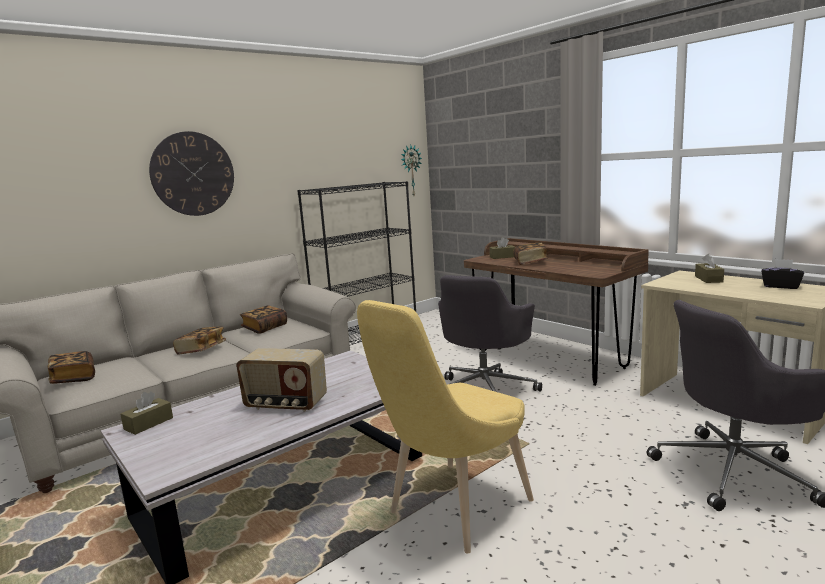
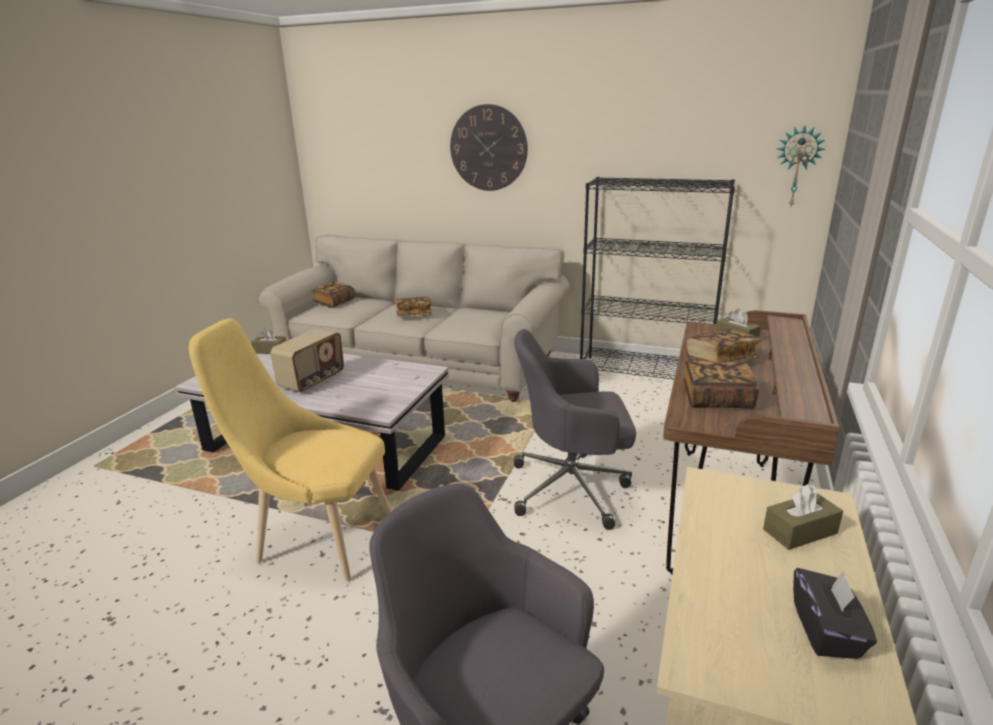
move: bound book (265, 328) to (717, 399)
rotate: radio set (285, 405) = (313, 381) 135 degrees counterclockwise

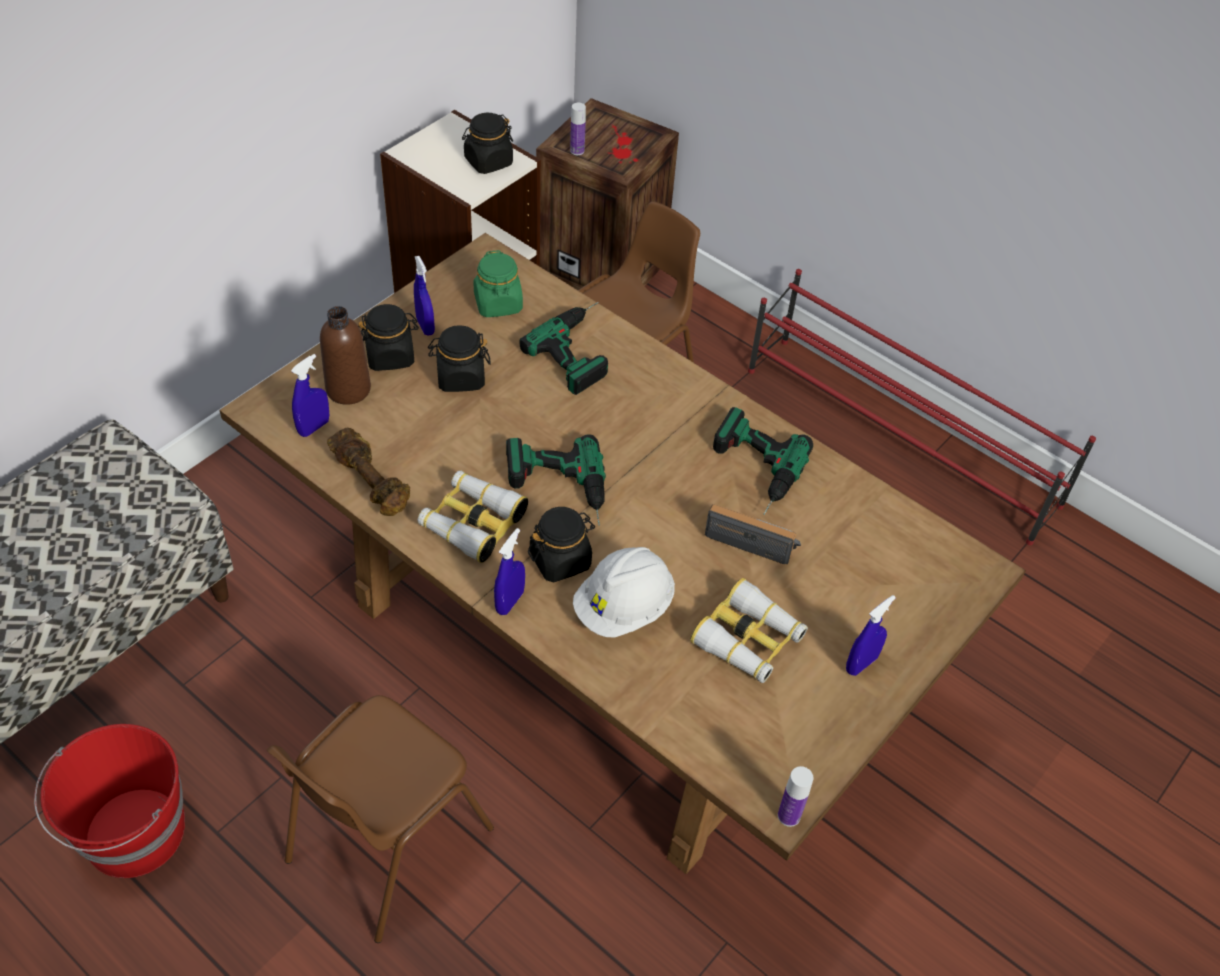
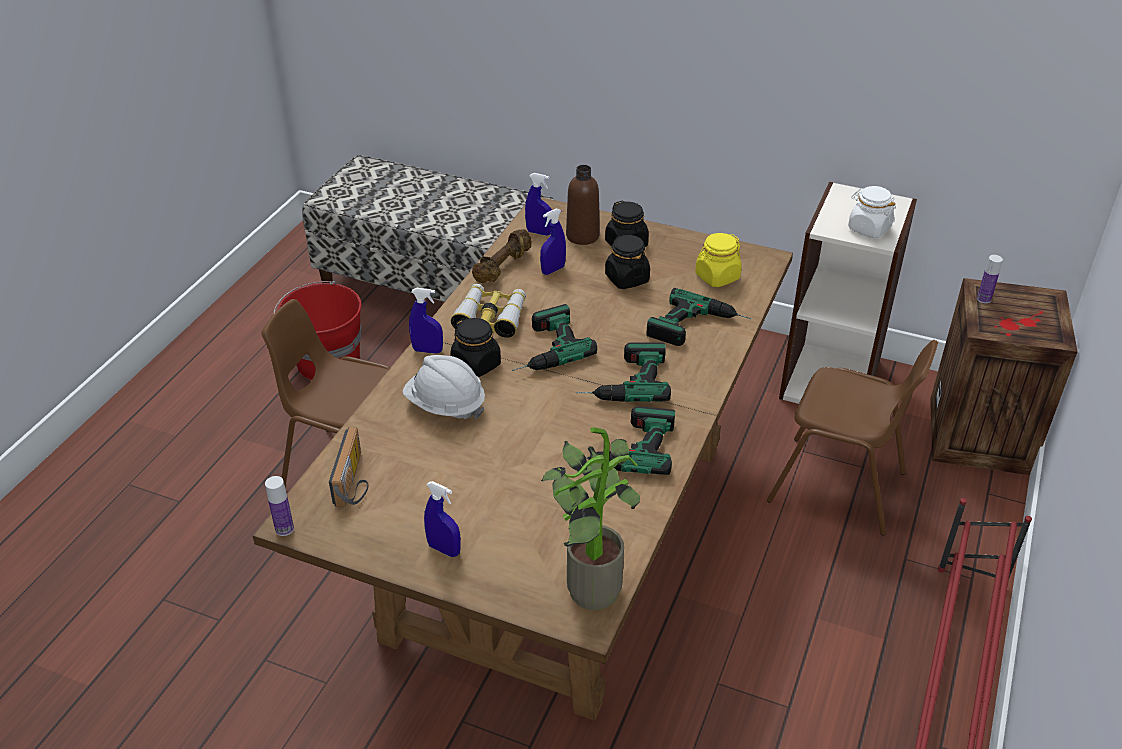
delete: pair of binoculars (748, 640)
insert: electric drill (622, 380); houseplant (589, 584)
move: sprayer (bluish) (425, 326) to (553, 270); radio set (753, 541) to (355, 481)
recolor: jar (blackish) (488, 162) to jar (whitish) (868, 228); jar (greenish) (498, 304) to jar (yellow-coloured) (717, 277)

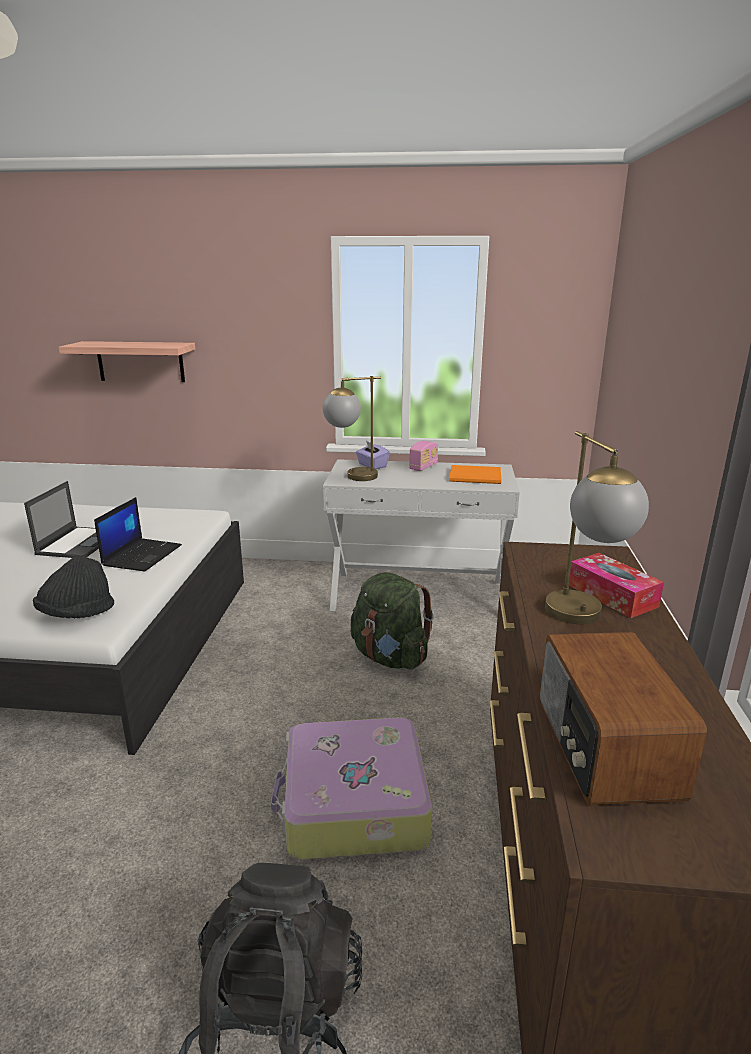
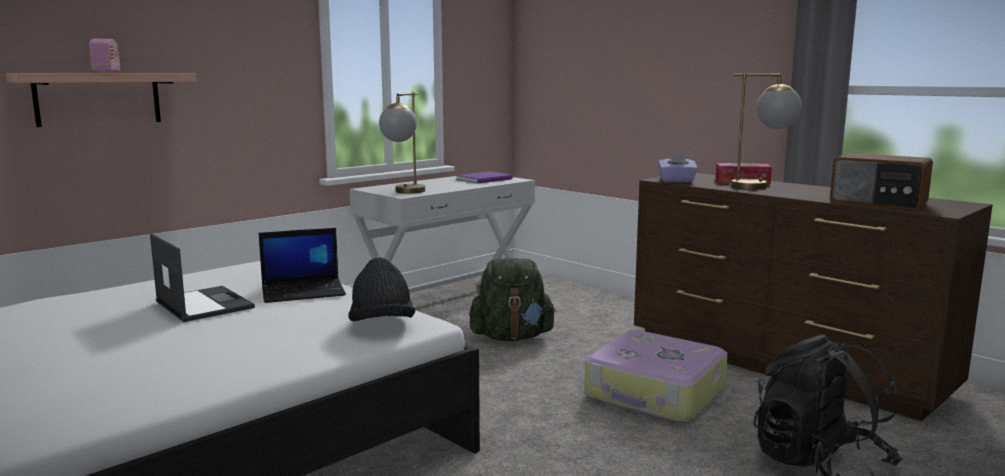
move: tissue holder (purple-coloured) (372, 466) to (677, 181); radio set (423, 467) to (106, 72)
recolor: bound book (orangey) (476, 477) to bound book (purple-coloured) (486, 179)
rotate: laptop (142, 555) = (304, 291) 105 degrees clockwise

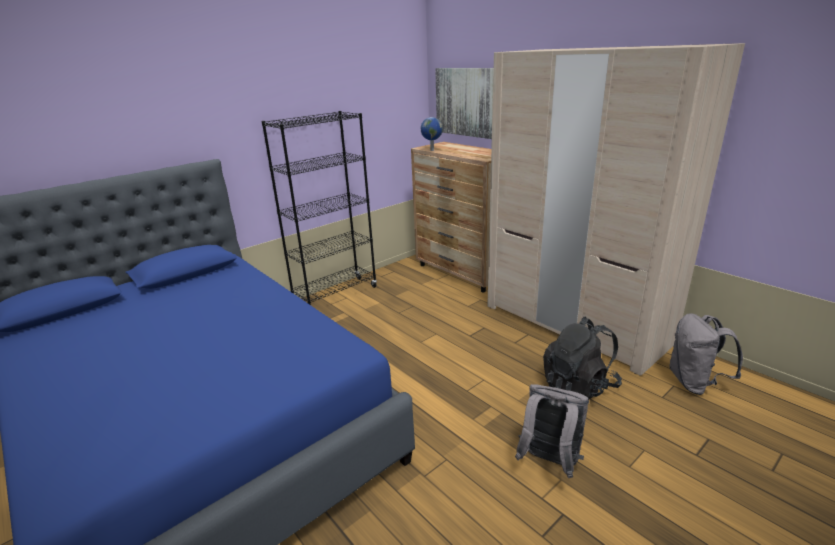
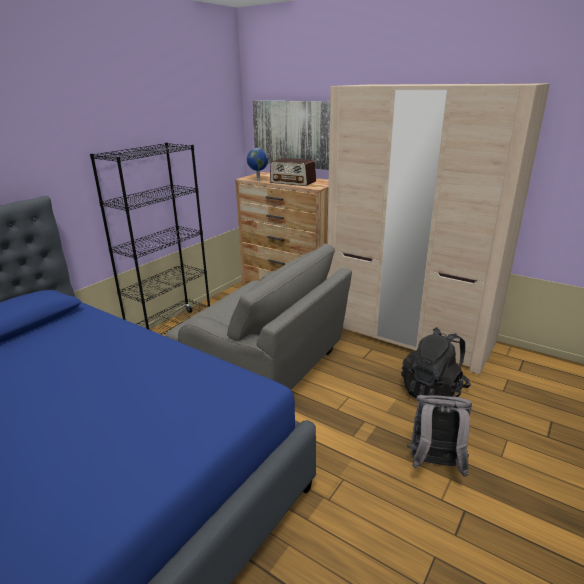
delete: rucksack (greyish) (694, 383)
insert: radio set (293, 182); easy chair (greyish) (265, 370)

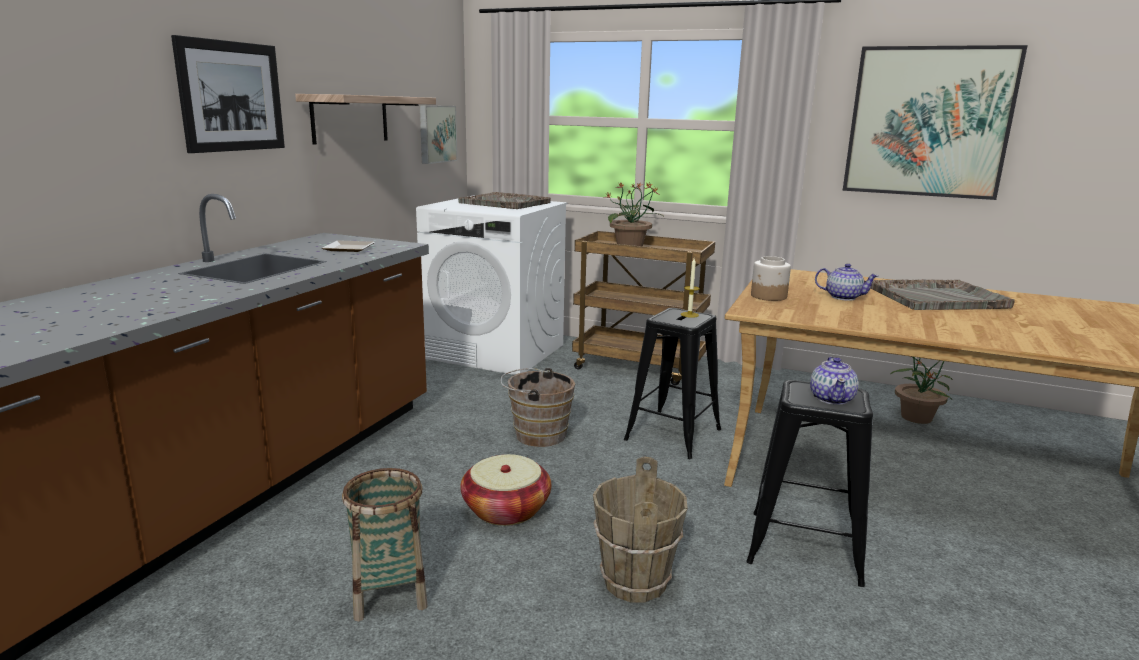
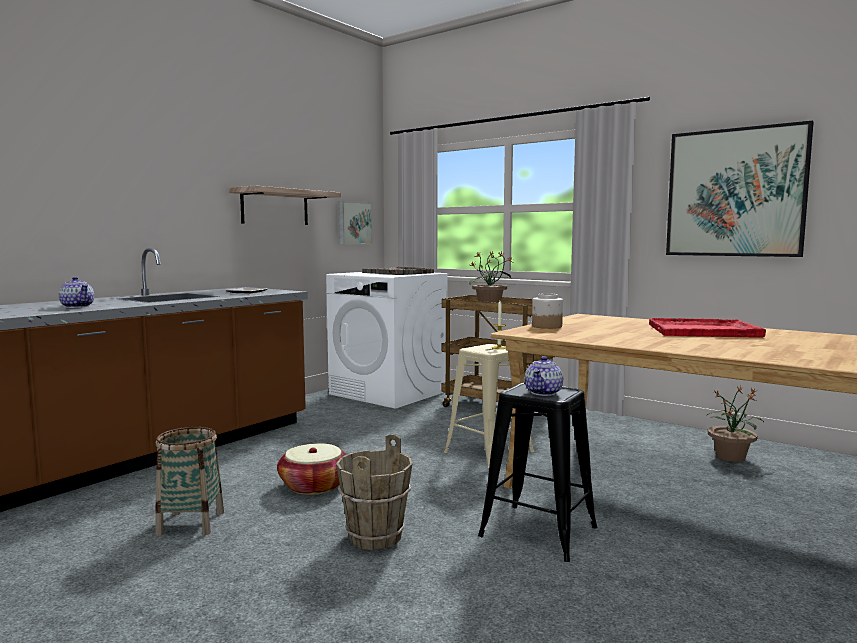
delete: wall art (231, 96); bucket (brownish) (536, 434)
move: pot for tea (842, 297) to (77, 306)
recolor: carrying tray (greyish) (938, 298) to carrying tray (reddish) (704, 331); stool (blackish) (673, 435) to stool (beige) (488, 452)

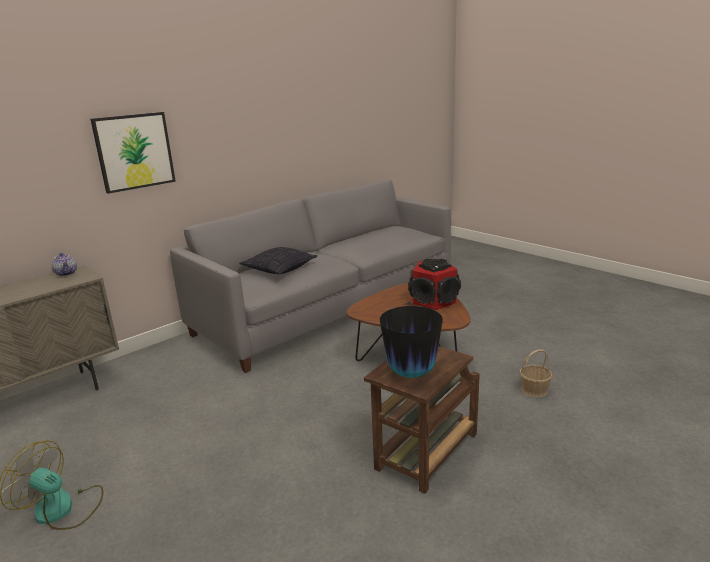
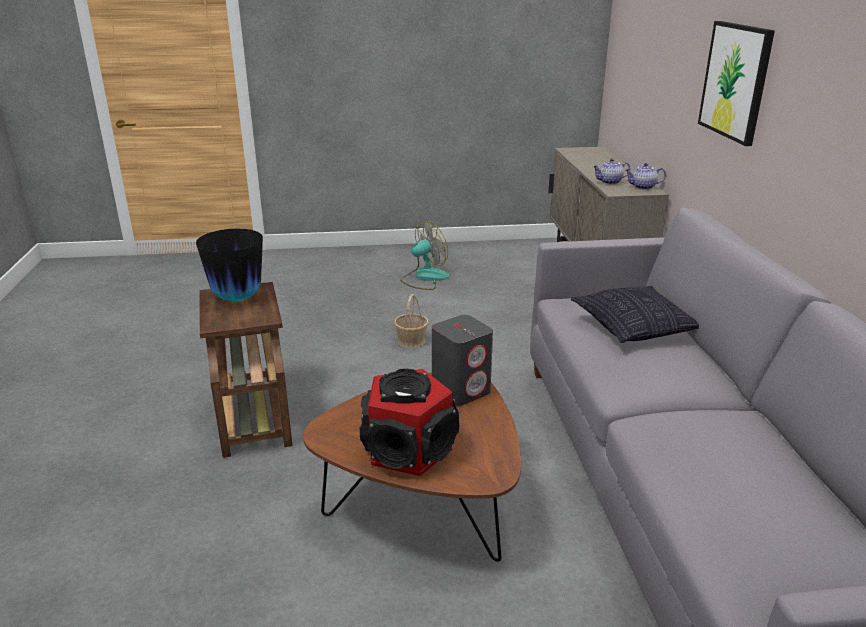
insert: pot for tea (609, 182); speaker (greyish) (461, 390)
move: basket (534, 390) to (411, 341)

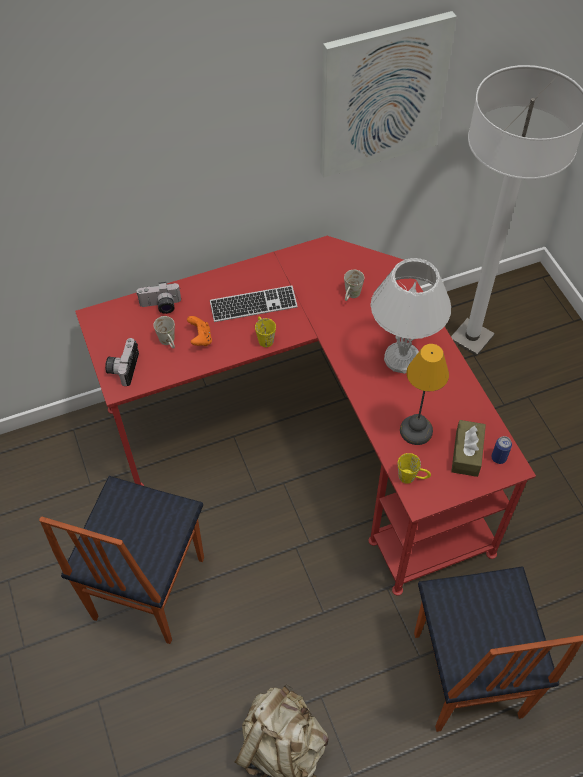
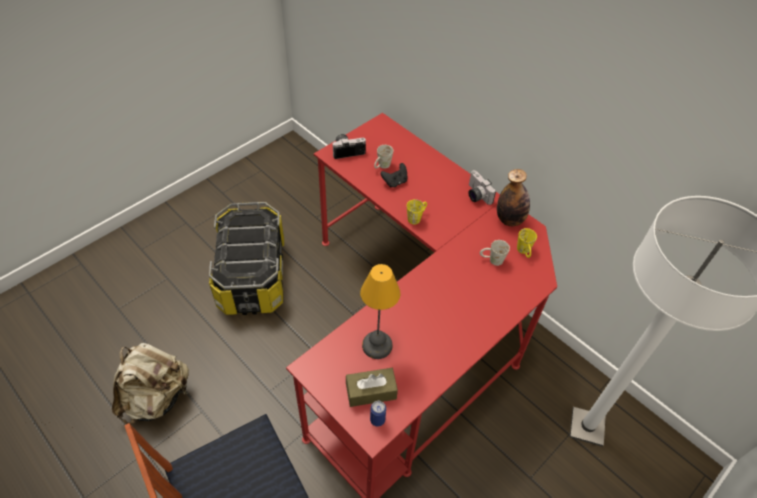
delete: wall art (382, 95); tabletop lamp (whitish) (402, 357); PC keyboard (253, 305)
insert: bottle (509, 219)
move: photo camera (161, 306) to (476, 195); mug (yellow-coloured) (412, 477) to (524, 252)
replace: plain chair (147, 588) to storage box (251, 275)
recolor: joypad (orangey) (200, 338) to joypad (blackish) (395, 182)

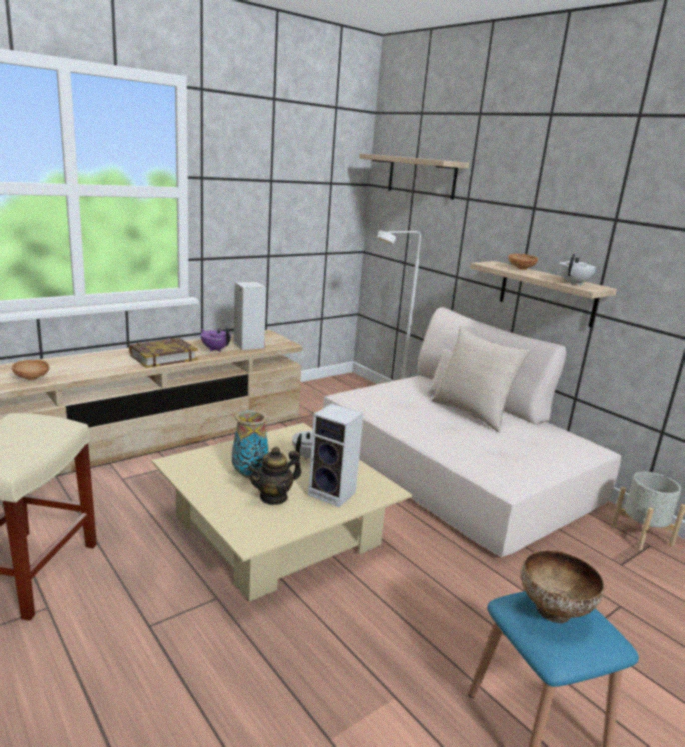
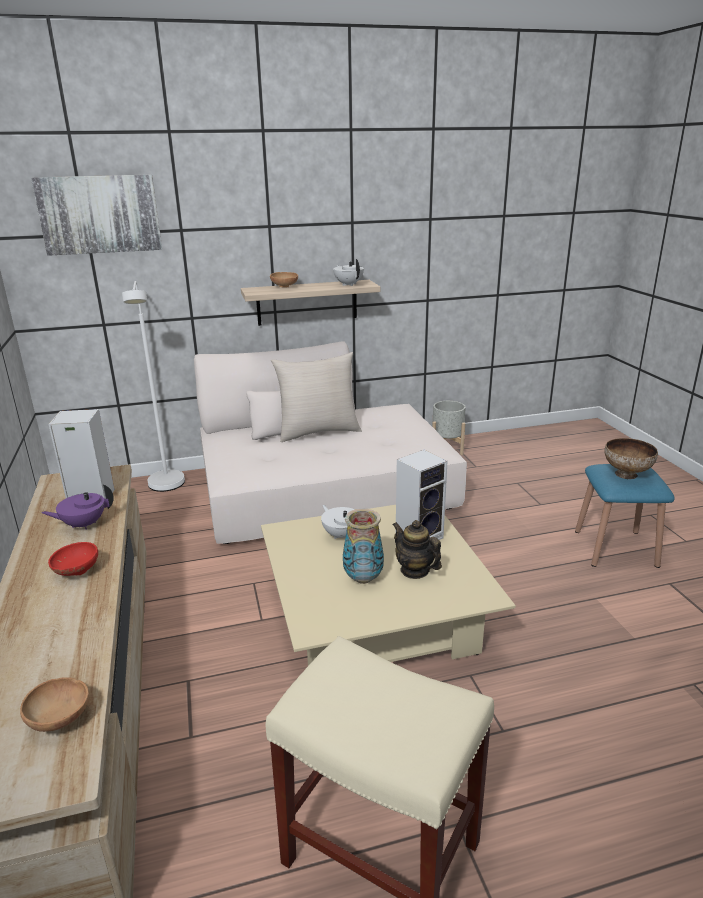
replace: bracket shelf (421, 177) to wall art (100, 214); bound book (163, 357) to serving bowl (reddish) (76, 571)
rotate: pot for tea (274, 497) = (415, 570) 150 degrees clockwise

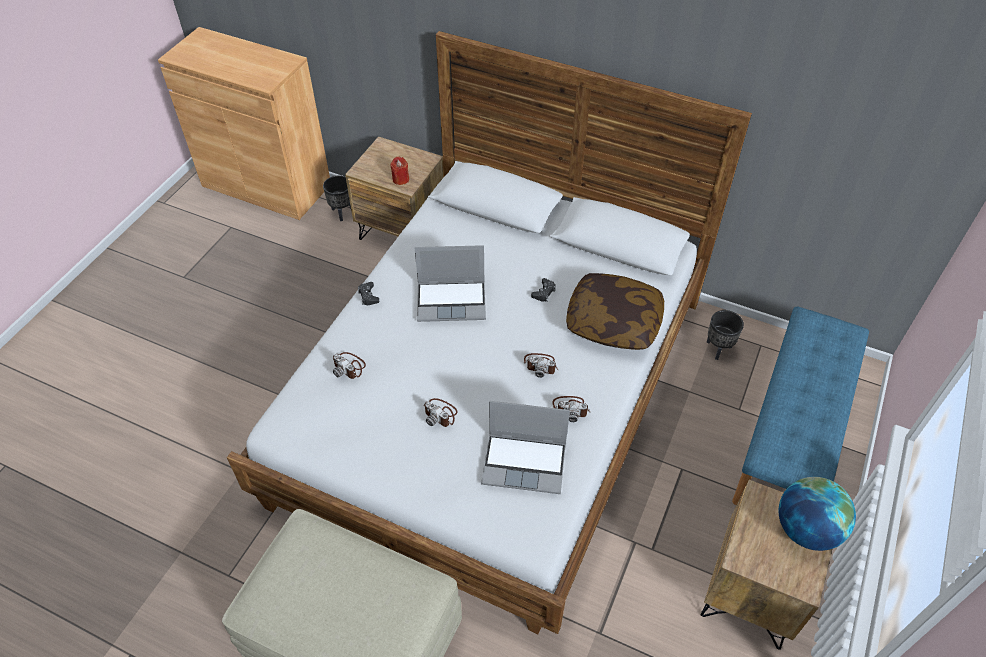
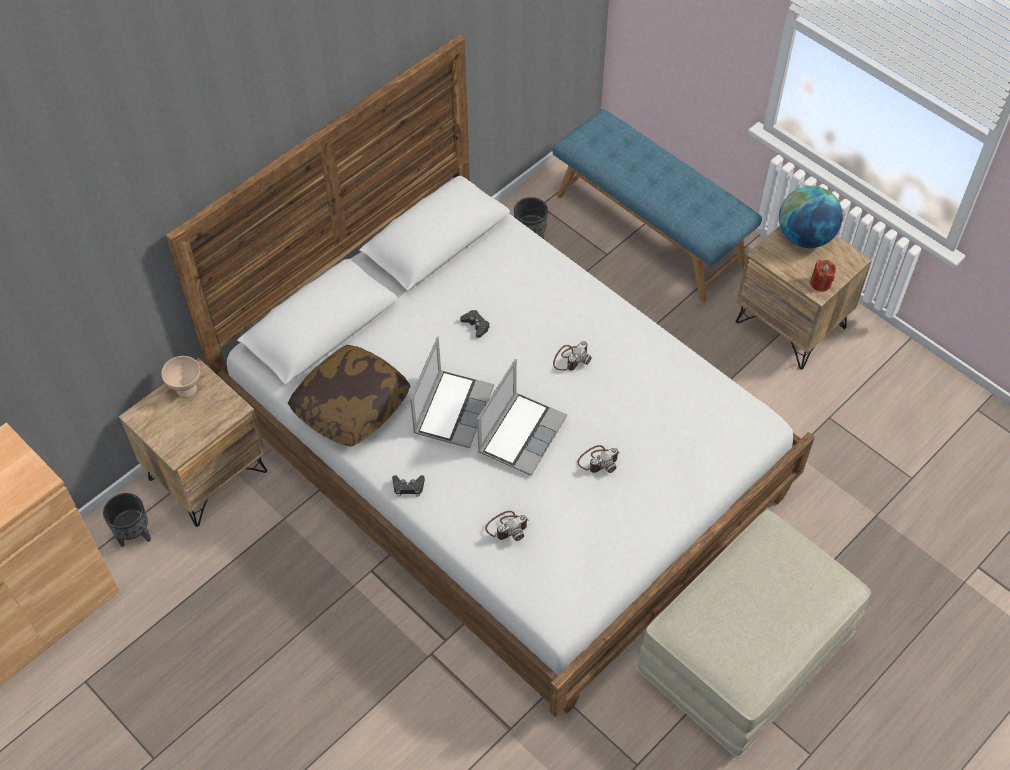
delete: photo camera (571, 408)
insert: serving bowl (beige) (187, 390)
move: candle (reddish) (400, 179) to (820, 283); throw pillow (613, 322) to (351, 406); laptop (525, 463) to (521, 433)

